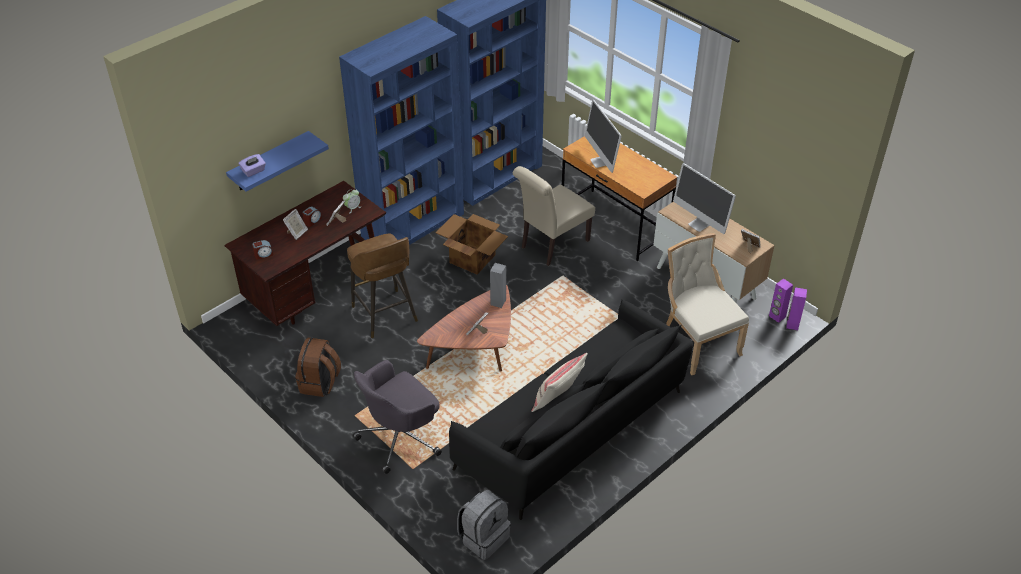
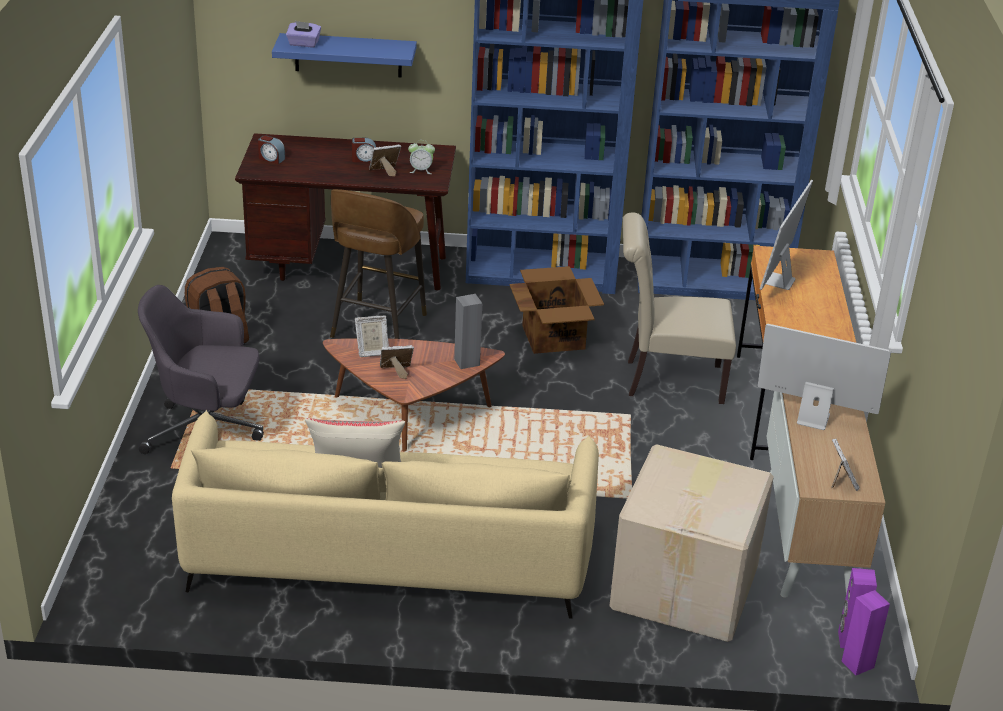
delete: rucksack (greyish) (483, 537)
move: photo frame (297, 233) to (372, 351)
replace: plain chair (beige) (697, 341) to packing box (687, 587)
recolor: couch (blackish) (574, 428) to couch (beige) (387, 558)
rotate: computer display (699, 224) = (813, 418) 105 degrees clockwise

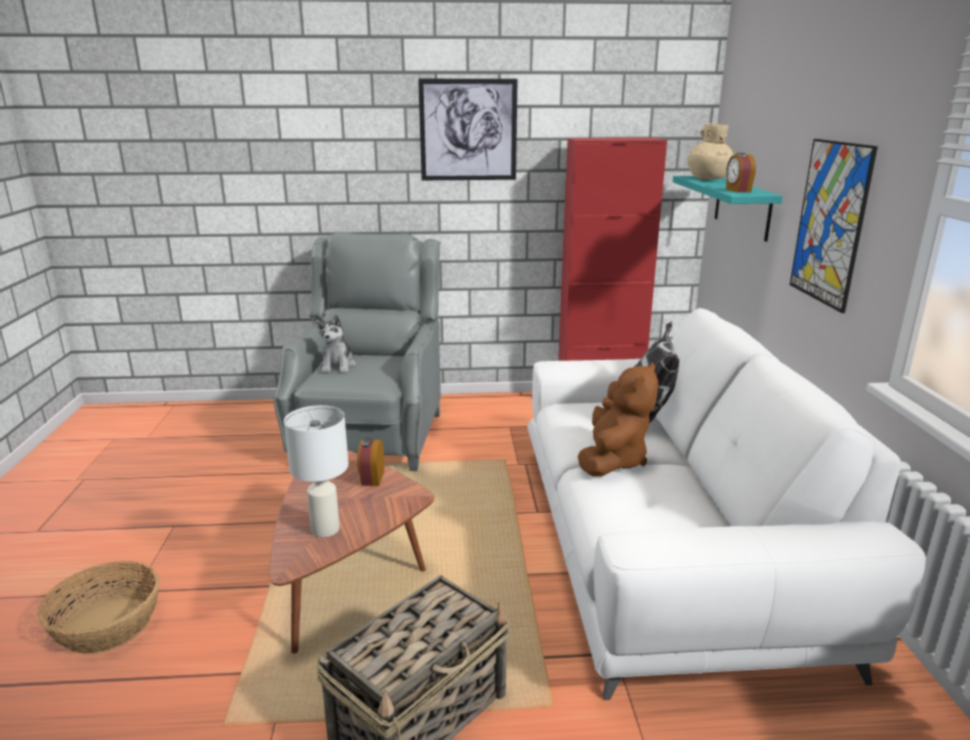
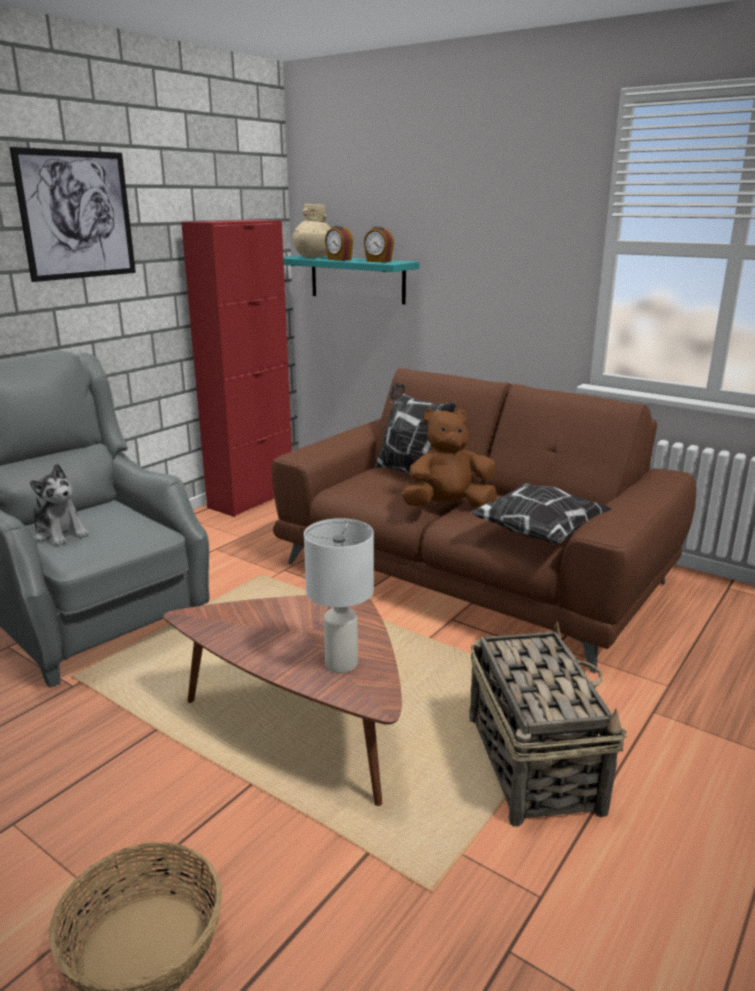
delete: wall art (830, 223)
insert: throw pillow (539, 534)
move: alarm clock (371, 478) to (338, 259)
recolor: couch (whitish) (664, 547) to couch (brownish) (472, 573)
rotate: plush toy (brownish) (613, 460) = (448, 507) 75 degrees counterclockwise

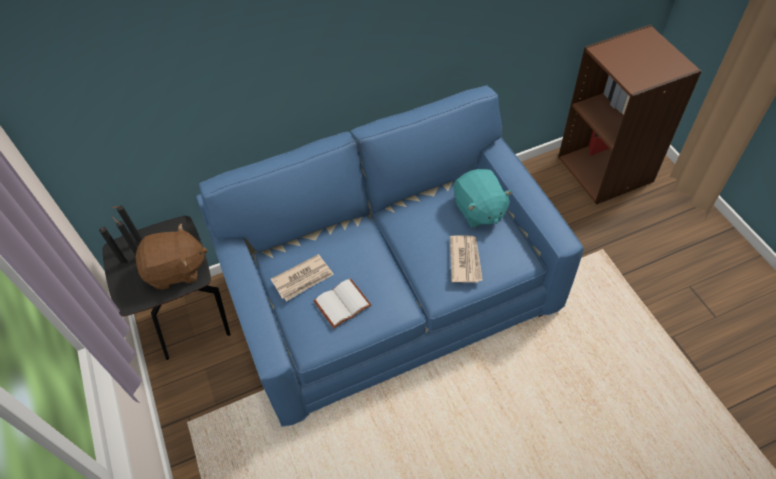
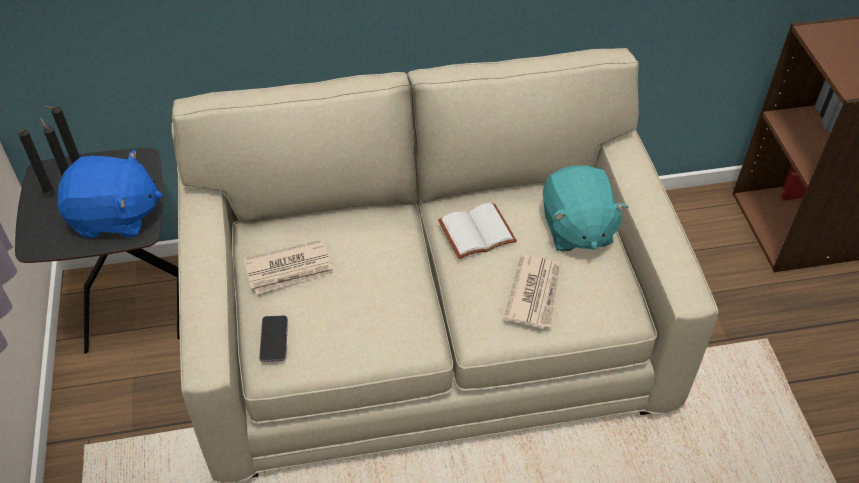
insert: phone (274, 339)
move: bound book (whitish) (342, 305) to (476, 234)
recolor: couch (bluish) (392, 290) to couch (beige) (430, 329); plush toy (brownish) (176, 270) to plush toy (bluish) (115, 217)

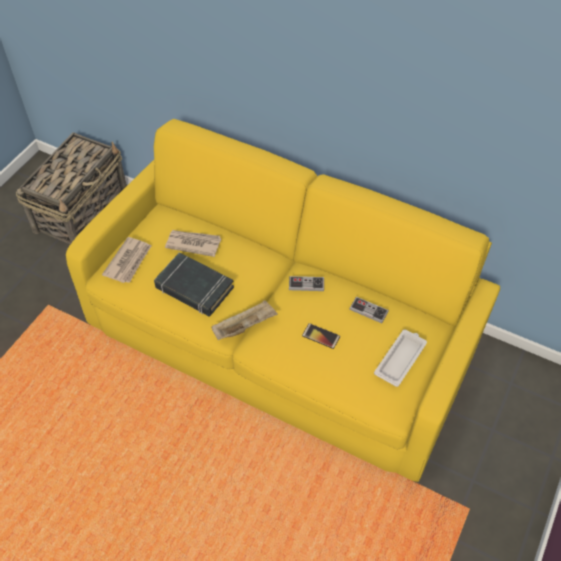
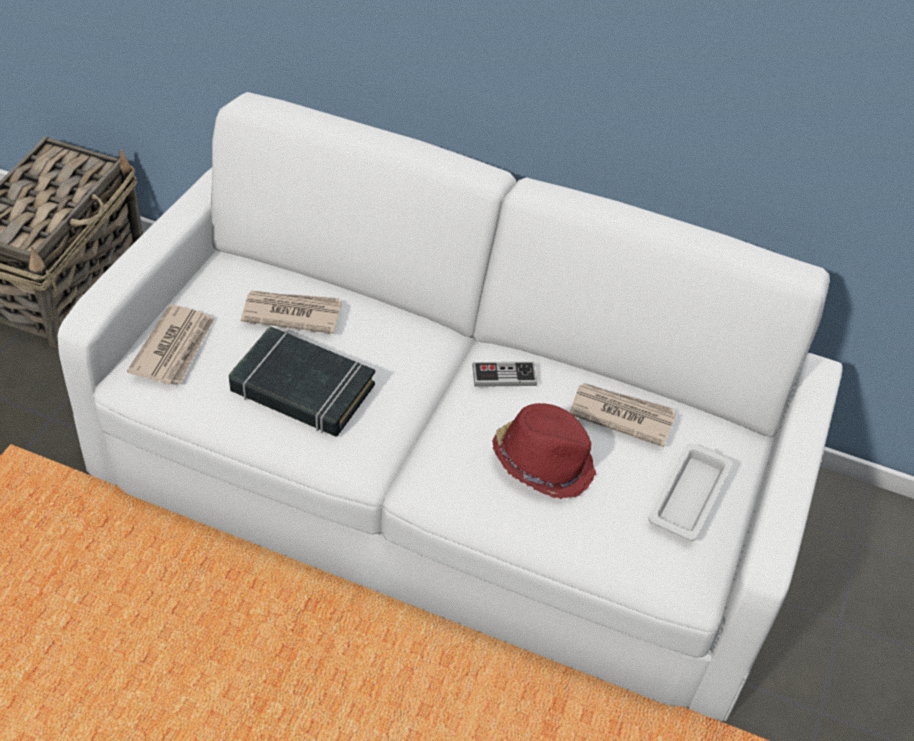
delete: carrying tray (beige) (245, 326)
replace: joypad (368, 310) to printed paper (621, 415); phone (321, 336) to hat (reddish) (543, 462)
recolor: couch (yellow-coloured) (281, 333) to couch (whitish) (449, 476)

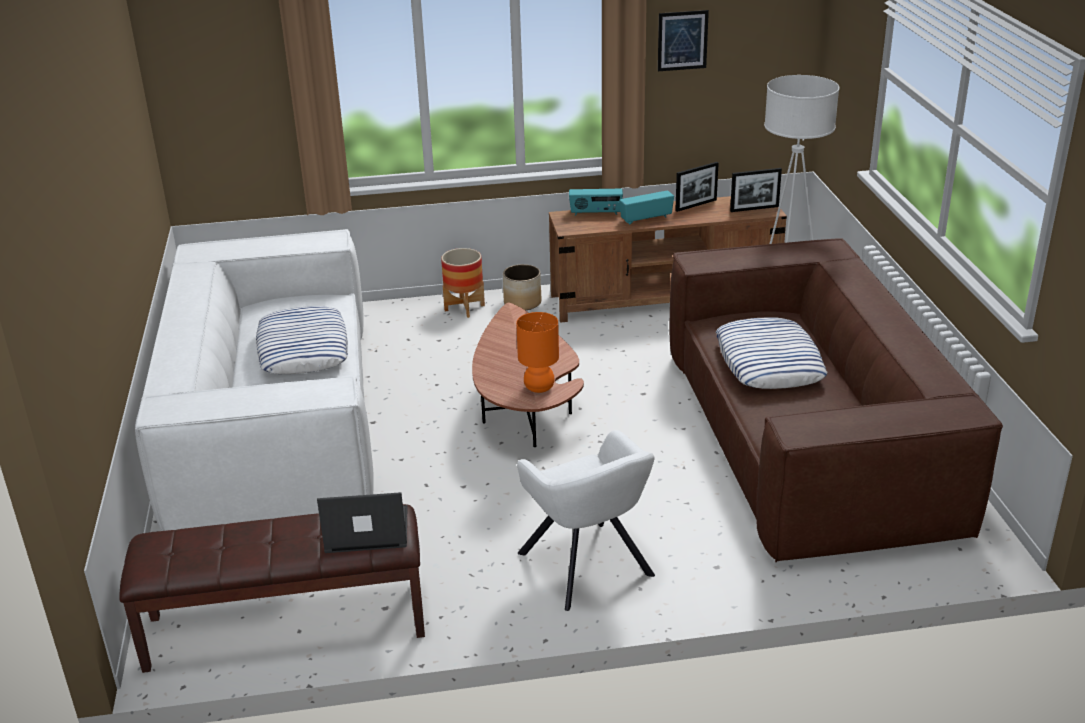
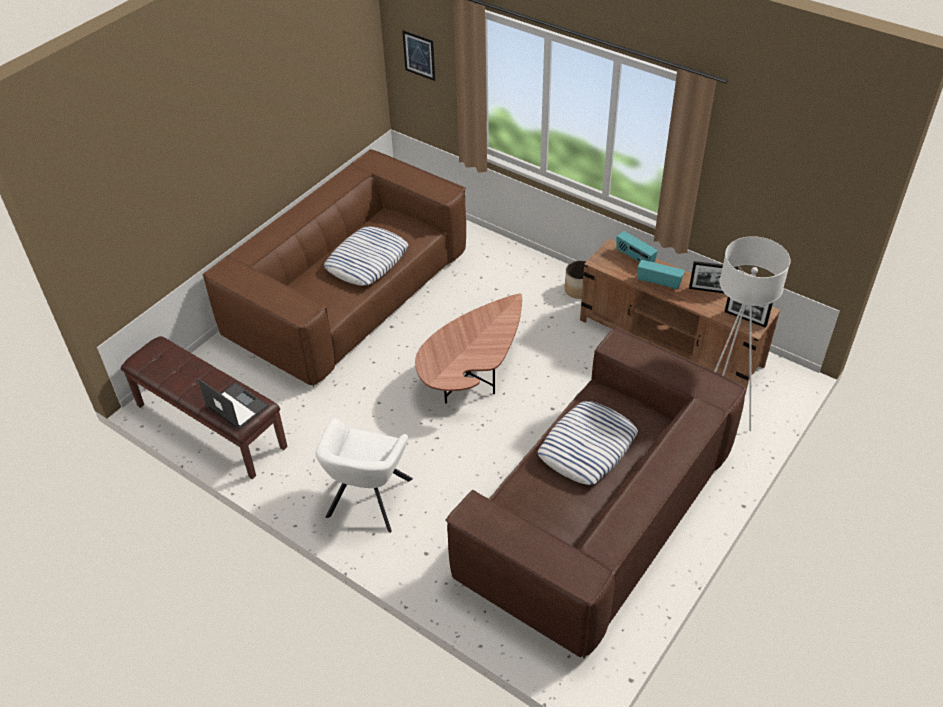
delete: planter (464, 308); tabletop lamp (orangey) (539, 388)
move: wall art (682, 40) to (419, 55)
recolor: couch (whitish) (274, 422) to couch (brownish) (349, 293)

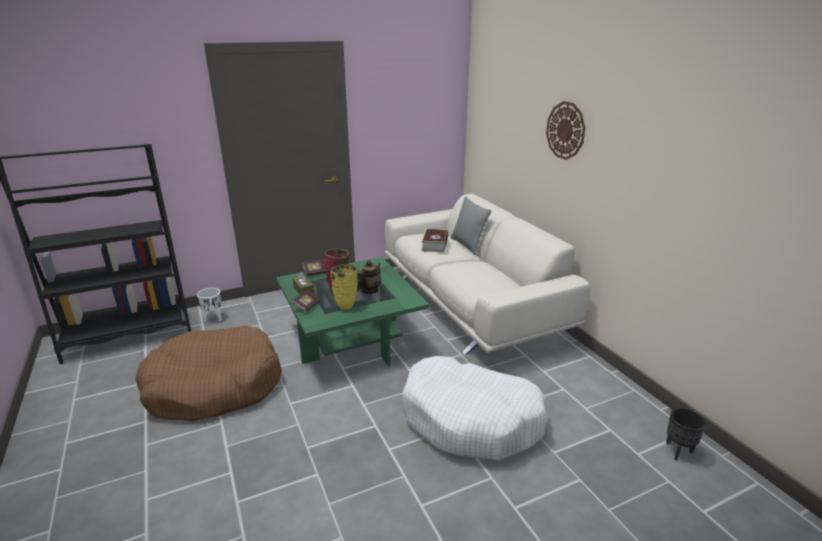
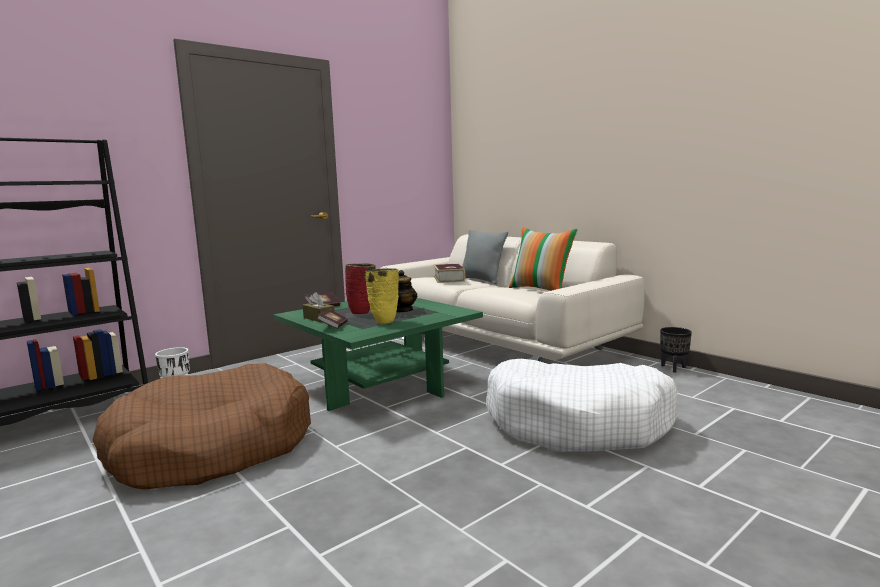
delete: wall clock (565, 130)
insert: throw pillow (541, 290)
move: planter (blackish) (678, 451) to (674, 368)

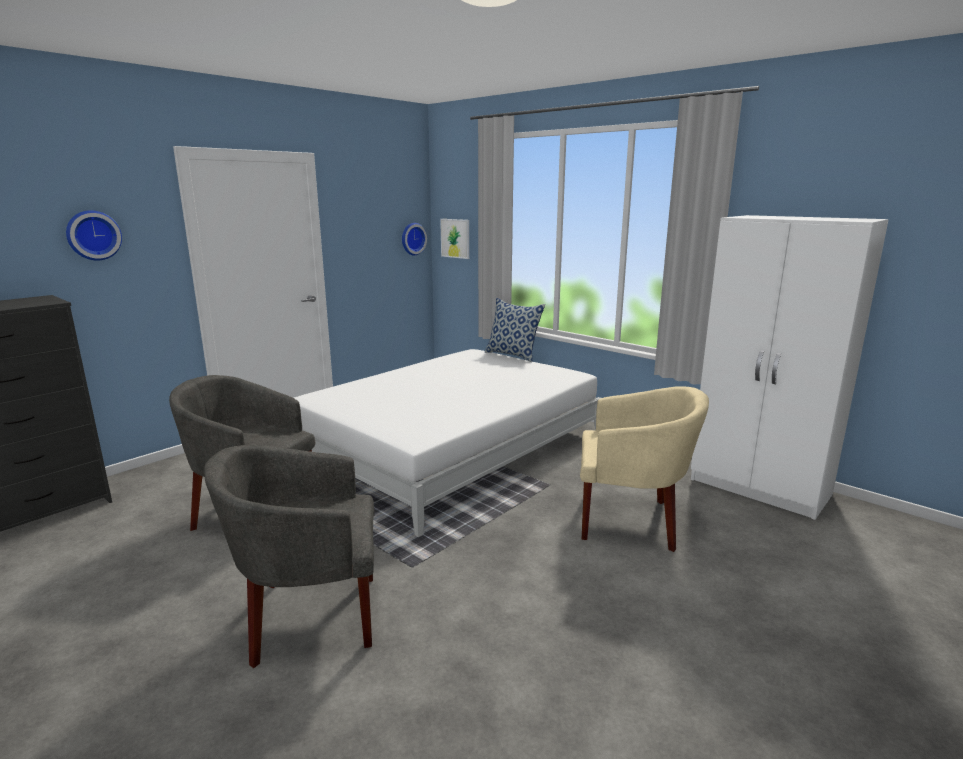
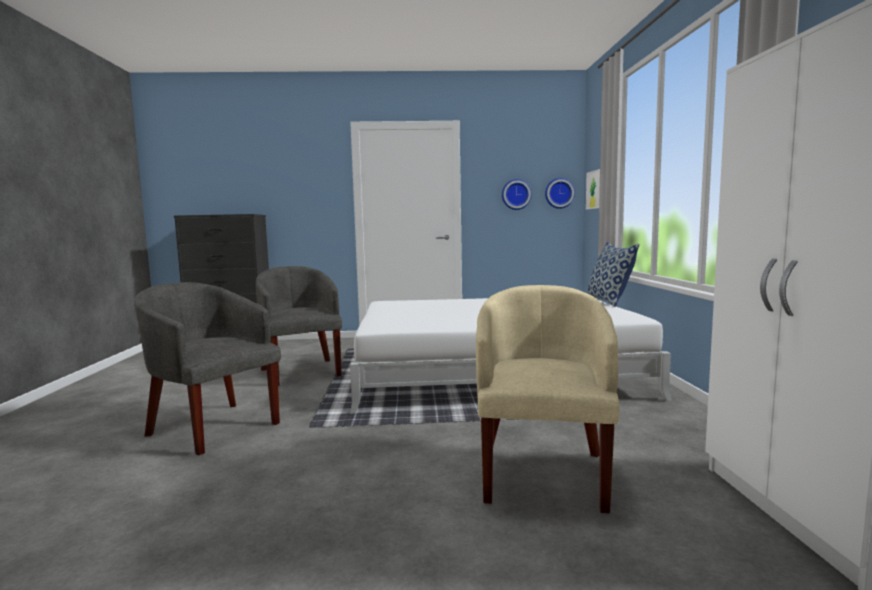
move: wall clock (93, 235) to (516, 194)
rotate: easy chair (beige) (631, 521) = (542, 473) 135 degrees counterclockwise

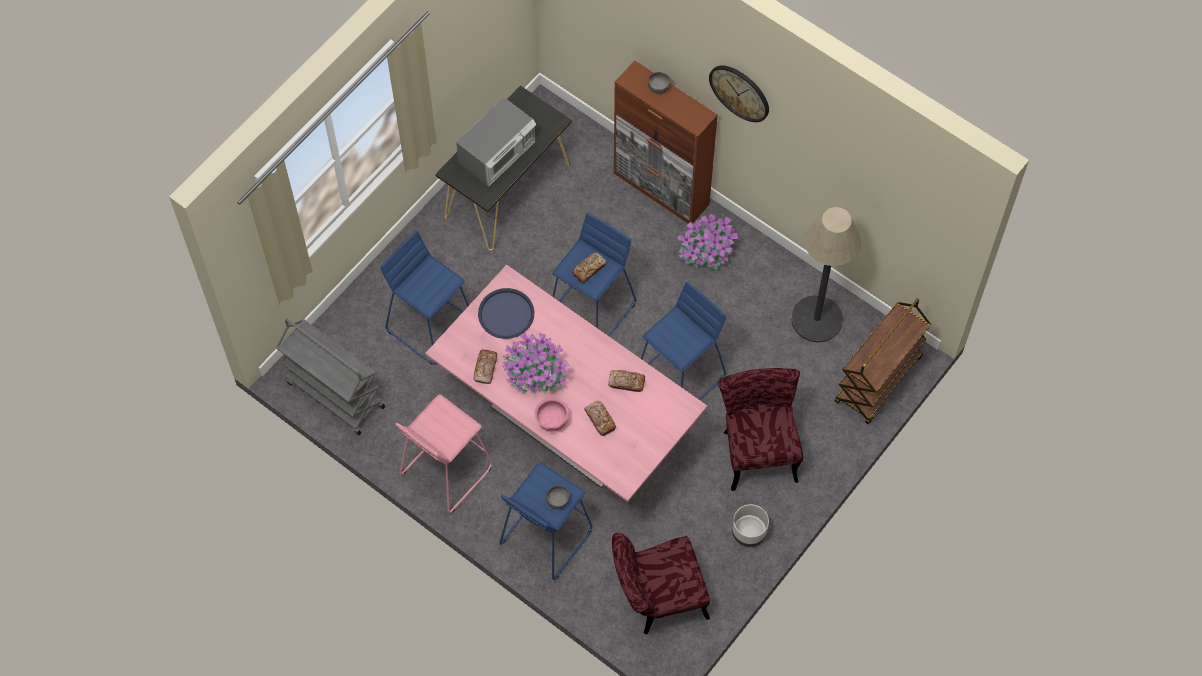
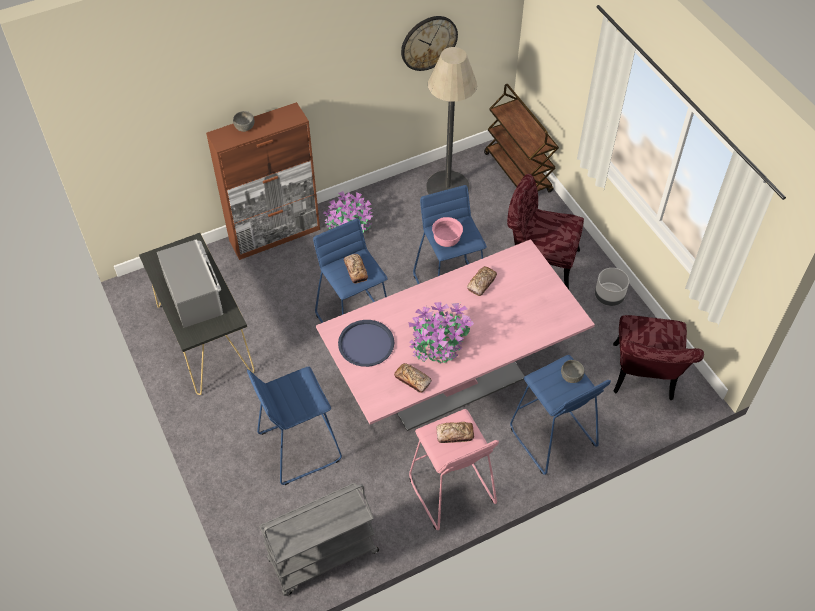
move: wall clock (740, 92) to (428, 42); serving bowl (pink-coloured) (552, 421) to (446, 241); bakery bread (600, 420) to (454, 434)

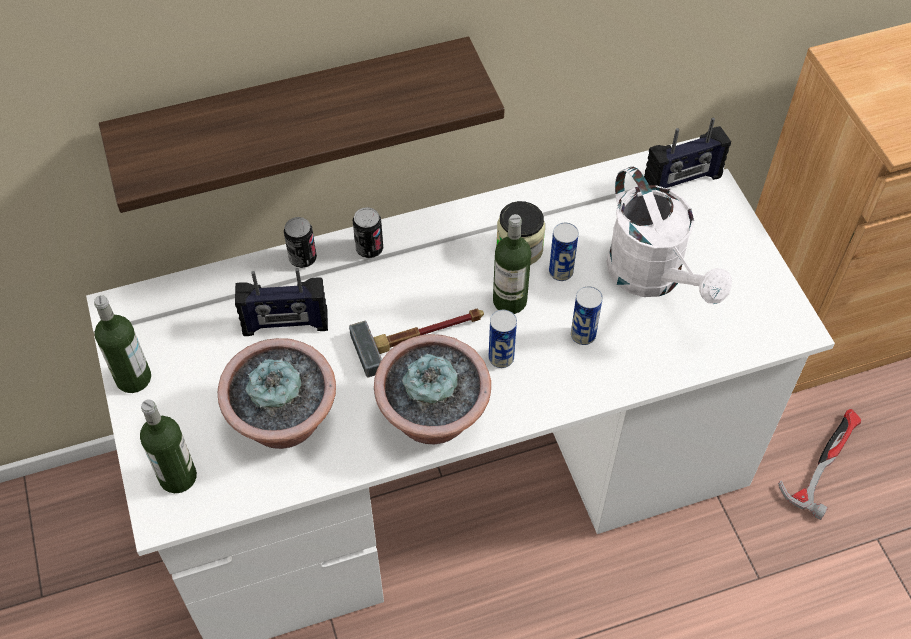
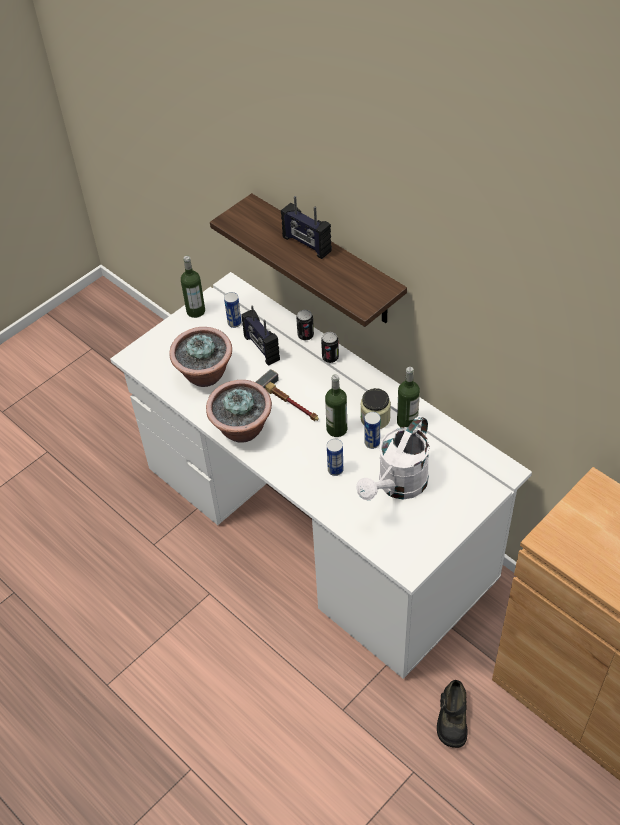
move: radio set (682, 181) to (306, 244); metal can (501, 358) to (234, 323); bottle (178, 477) to (407, 422)
replace: hand hammer (822, 460) to shoe (blackish) (452, 718)

